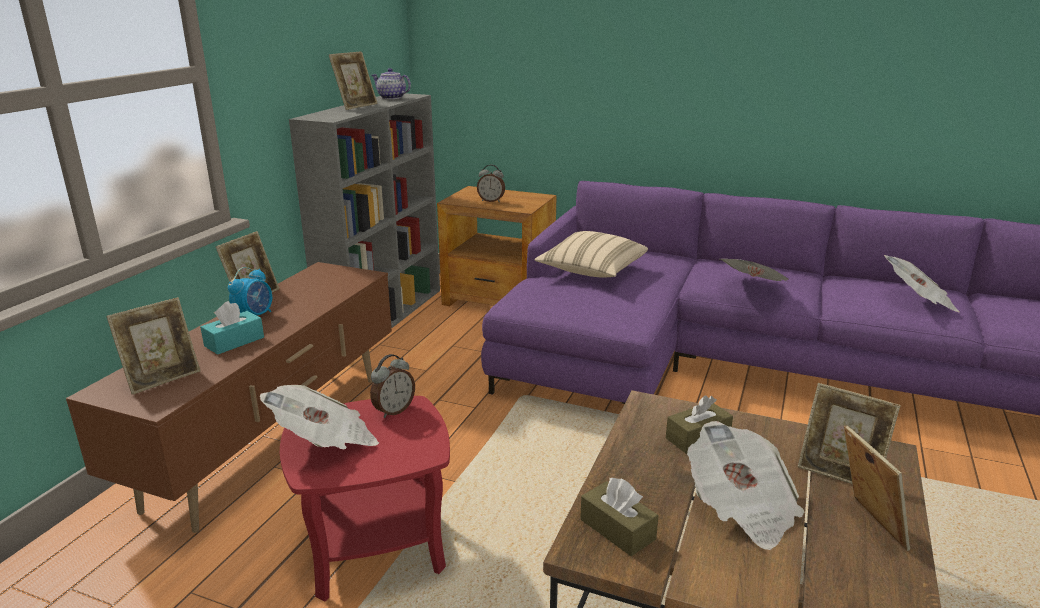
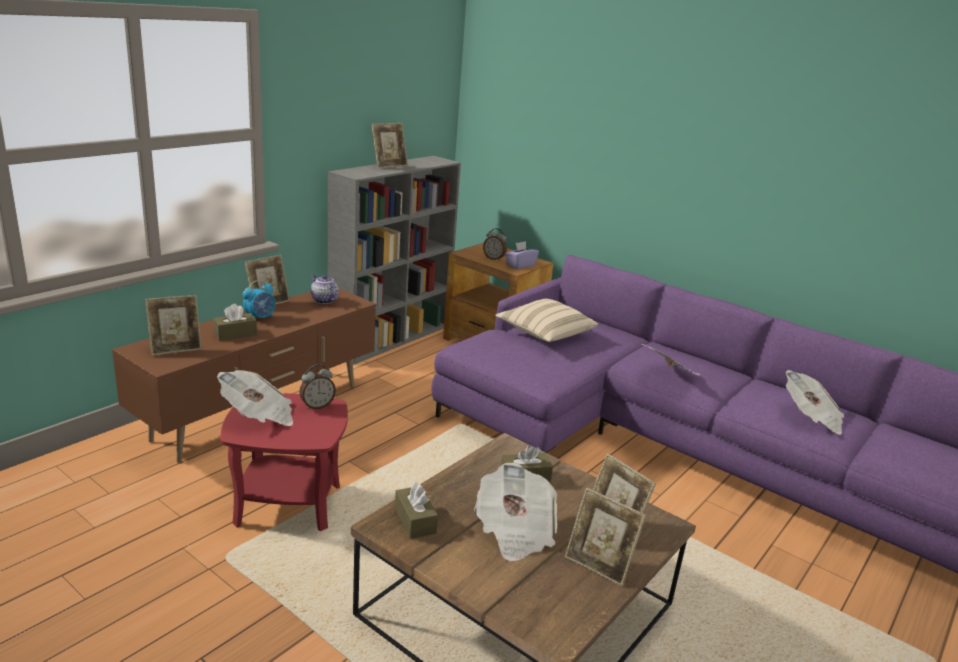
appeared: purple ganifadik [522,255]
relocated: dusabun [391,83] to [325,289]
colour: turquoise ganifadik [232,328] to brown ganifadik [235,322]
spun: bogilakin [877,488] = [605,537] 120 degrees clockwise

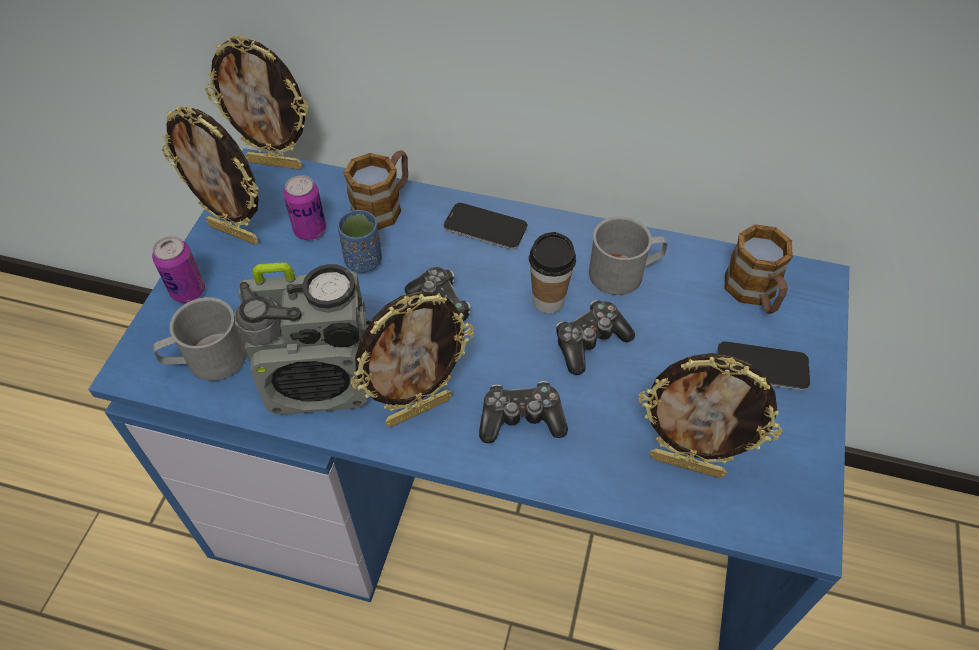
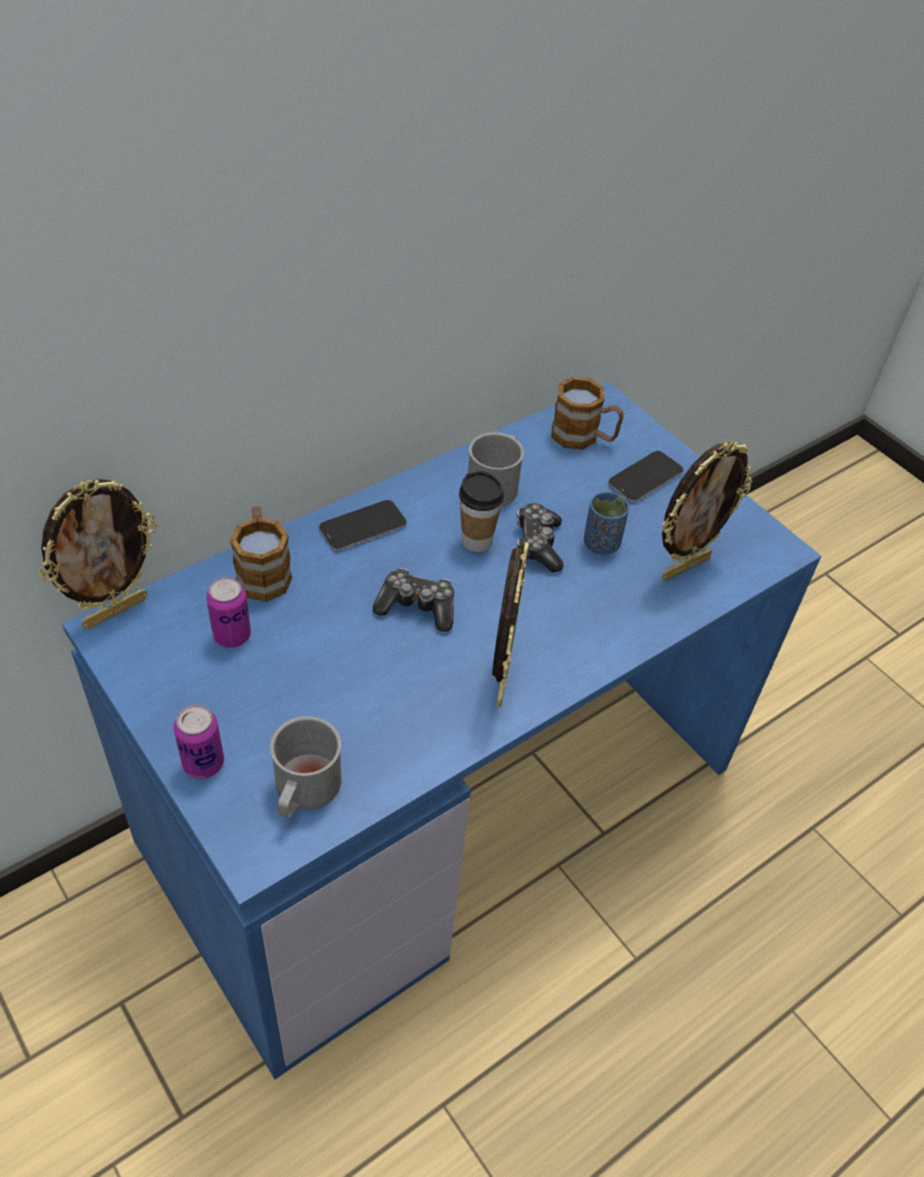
missing: bogilakin [210,175]; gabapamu [302,338]; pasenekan [523,412]
relocated: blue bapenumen [359,241] to [606,523]

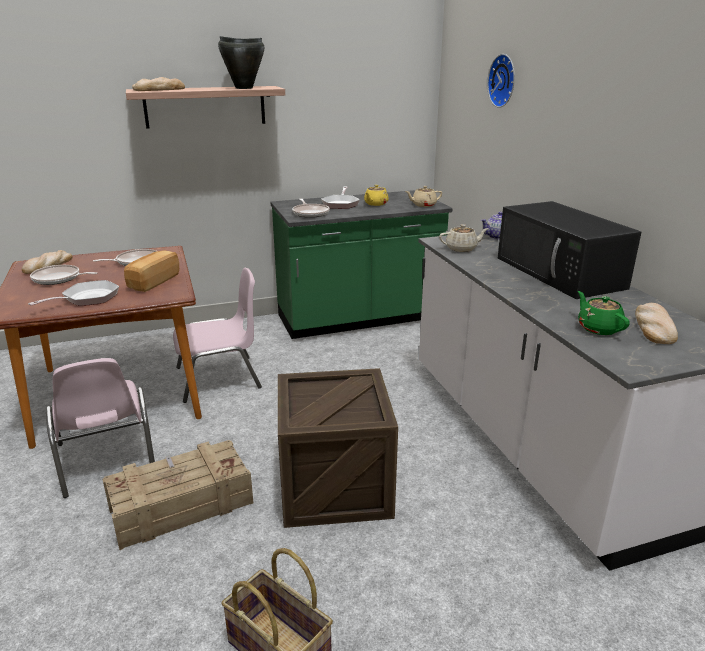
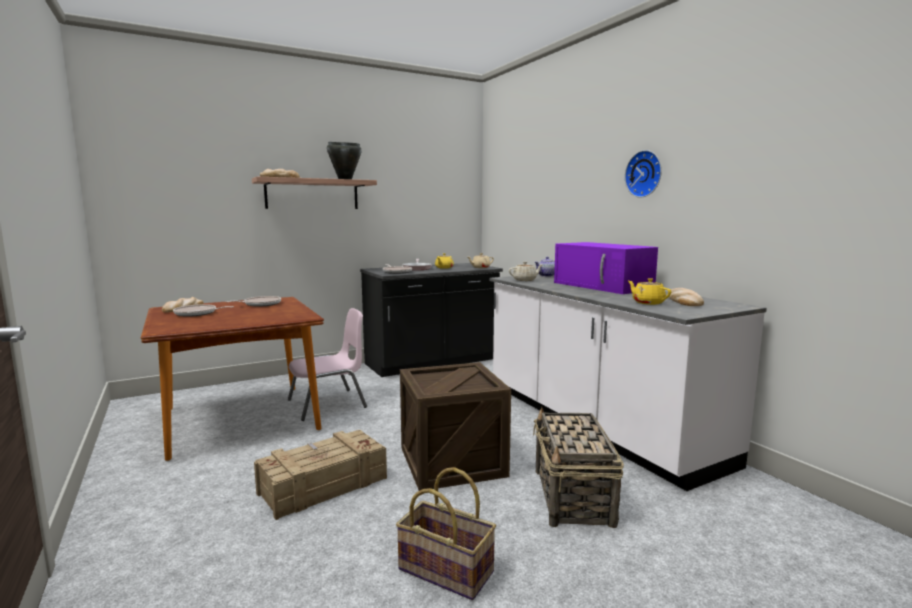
missing: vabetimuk [73,293]; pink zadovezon [100,428]; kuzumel [151,271]
appeared: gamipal [578,467]
relocated: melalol [501,81] to [643,174]
colour: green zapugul [361,264] to black zapugul [431,320]; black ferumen [569,250] to purple ferumen [606,268]; green dusabun [604,313] to yellow dusabun [649,291]

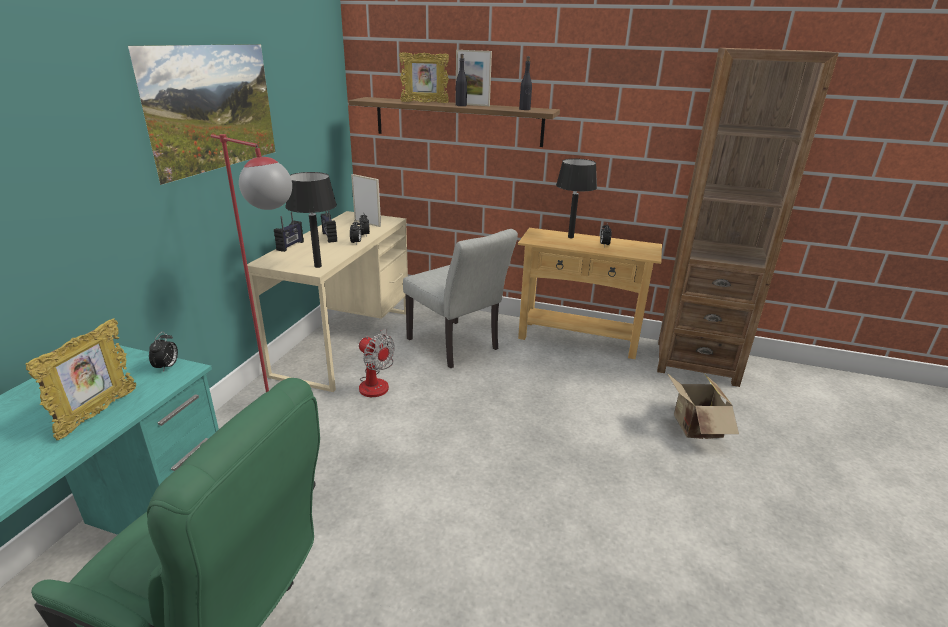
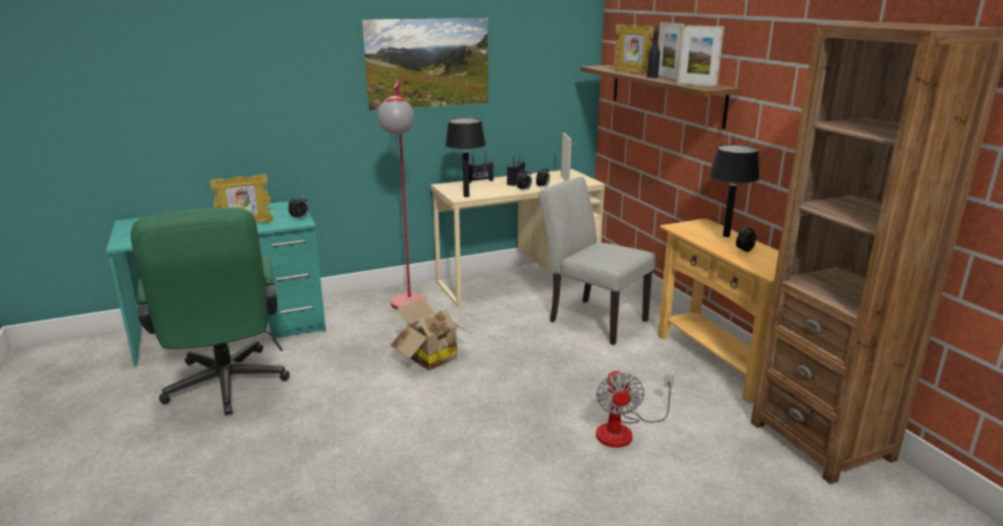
relocated: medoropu [377,363] to [635,409]; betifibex [703,406] to [429,334]
exchanged: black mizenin [525,83] to bogilakin [700,56]
spun: grey zadovezon [460,298] = [597,261] 120 degrees clockwise

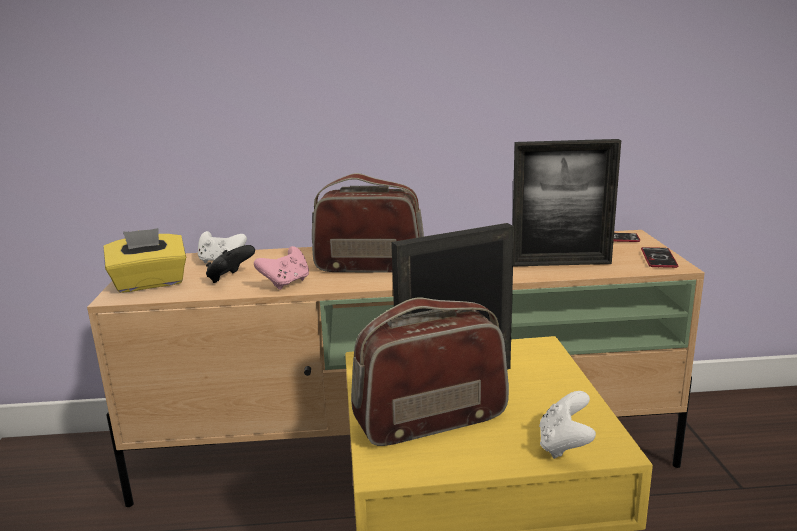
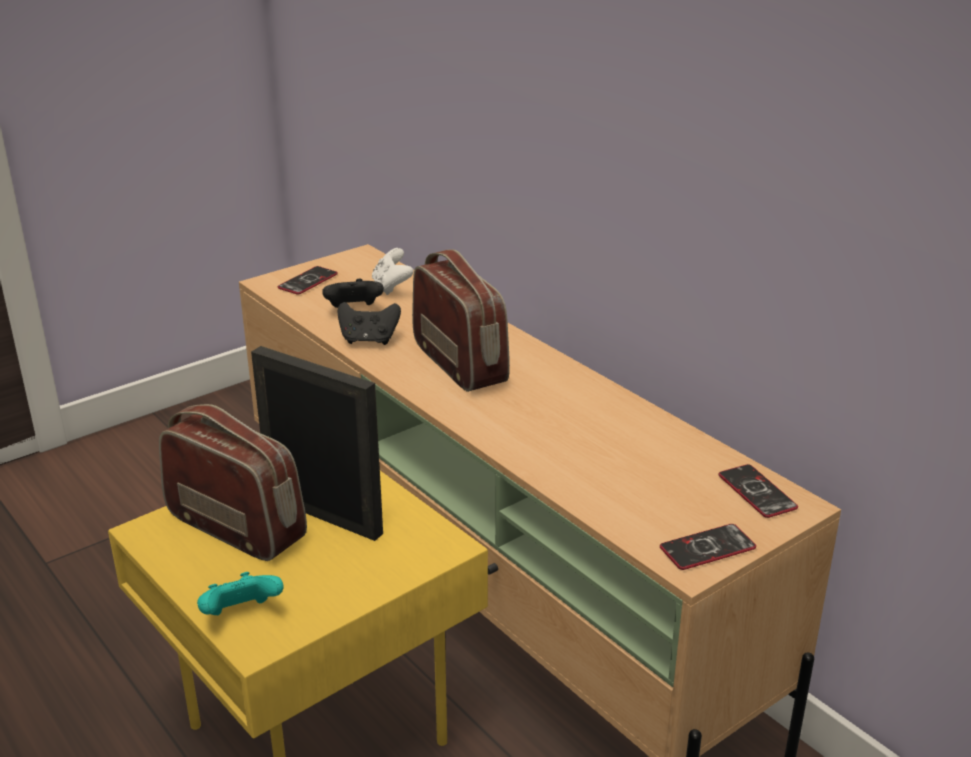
missing: bogilakin [566,202]
exchanged: yellow ganifadik [144,260] to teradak [308,280]
colour: pink pasenekan [281,268] to black pasenekan [369,323]; white pasenekan [567,425] to turquoise pasenekan [240,593]

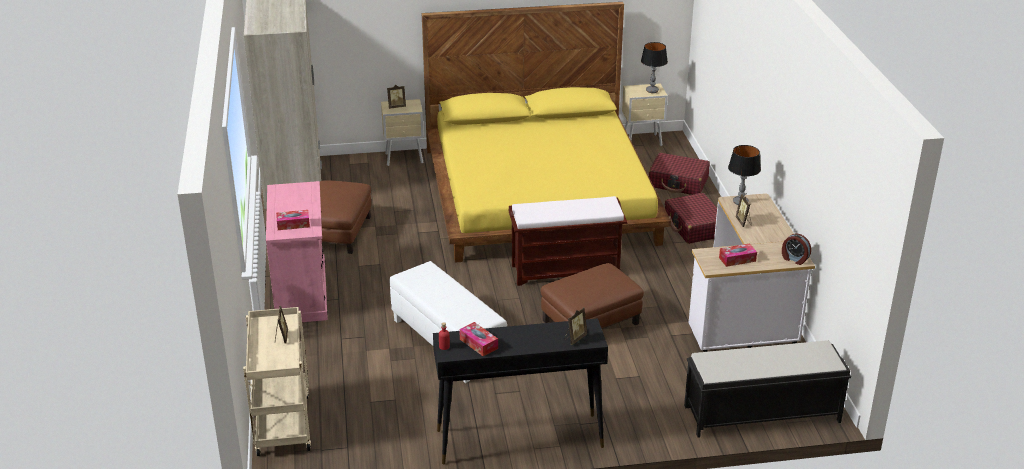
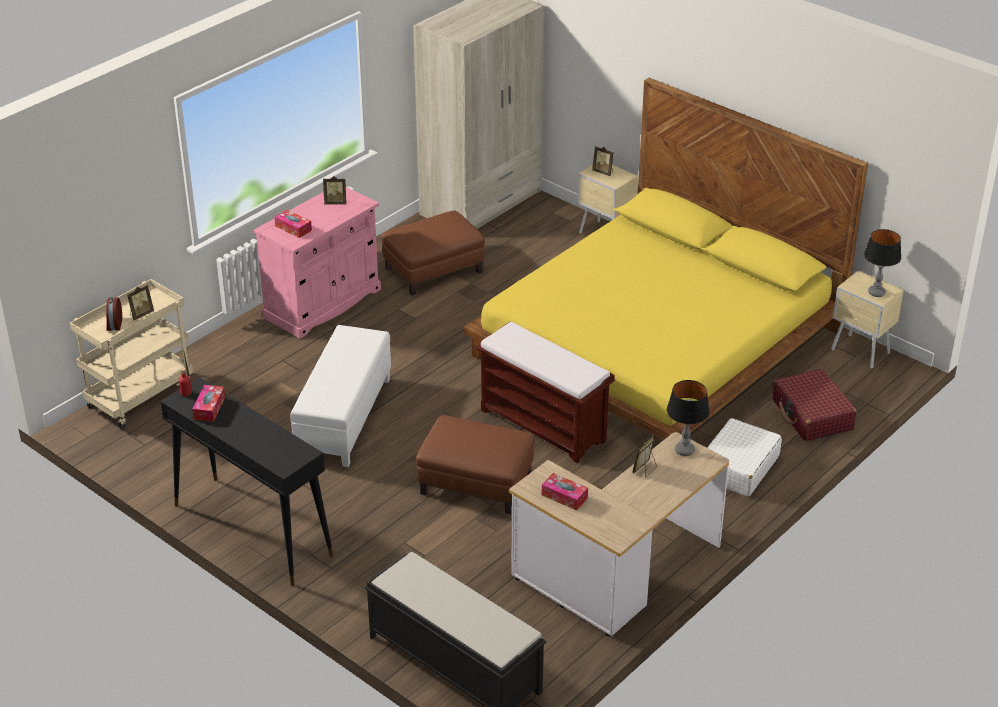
relocated: bogilakin [575,326] to [334,190]; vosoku [796,249] to [114,314]
colour: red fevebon [691,218] to white fevebon [744,457]

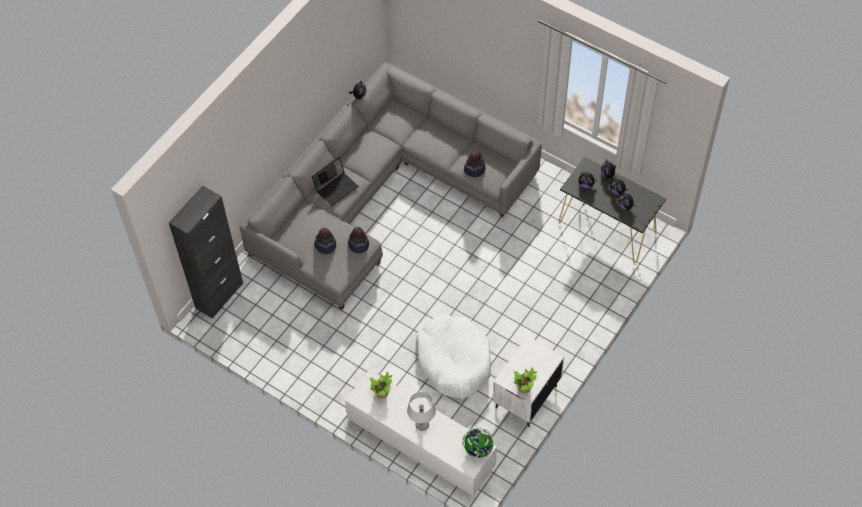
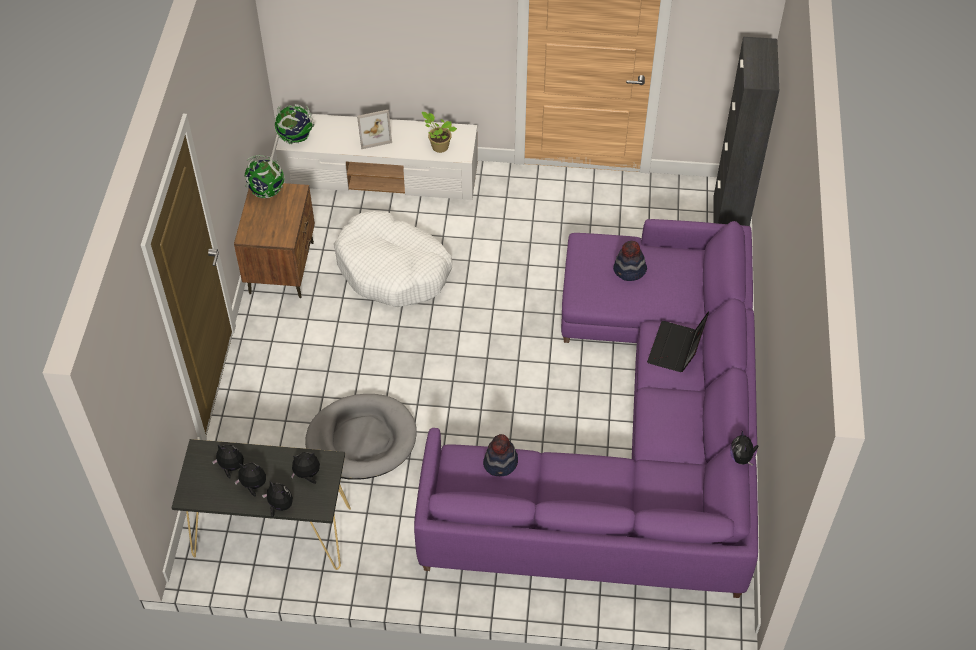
missing: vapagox [358,240]
appeared: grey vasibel [361,437]
exchanged: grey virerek [421,411] to bogilakin [374,129]; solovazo [525,381] to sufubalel [265,176]
colour: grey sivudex [390,186] to purple sivudex [586,408]; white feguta [528,381] to brown feguta [274,240]

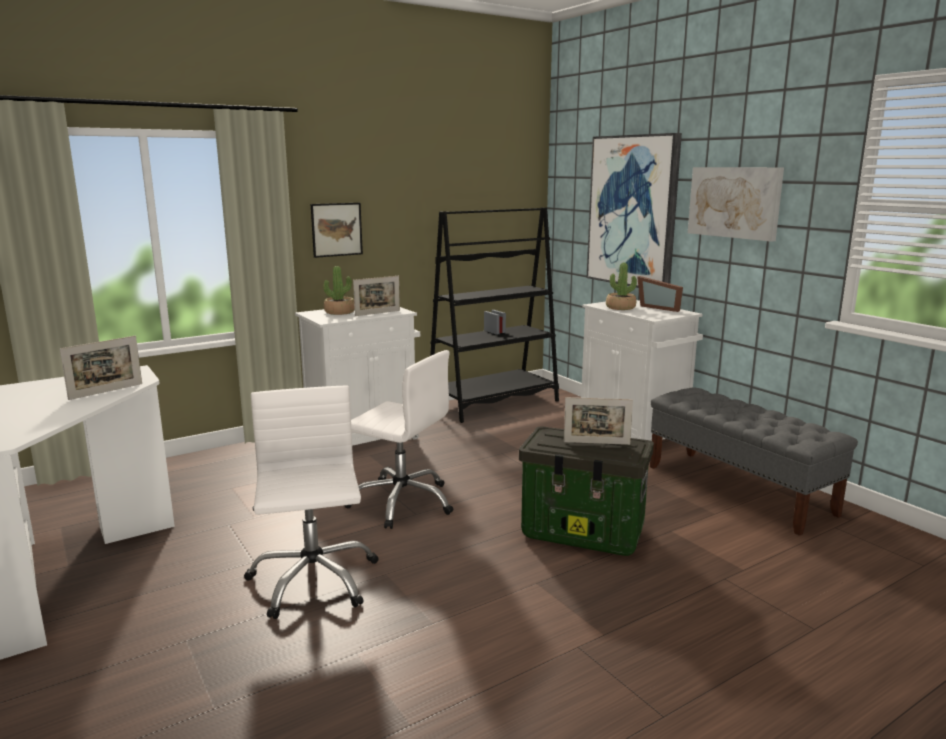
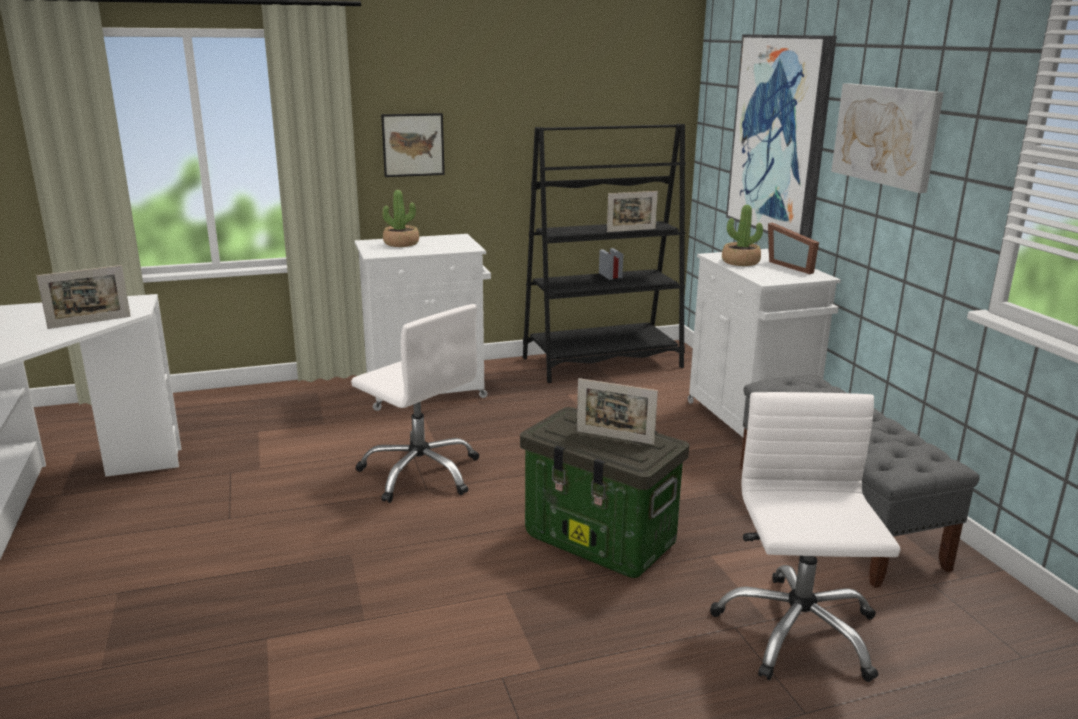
relocated: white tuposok [311,502] to [805,537]; bogilakin [376,296] to [632,211]

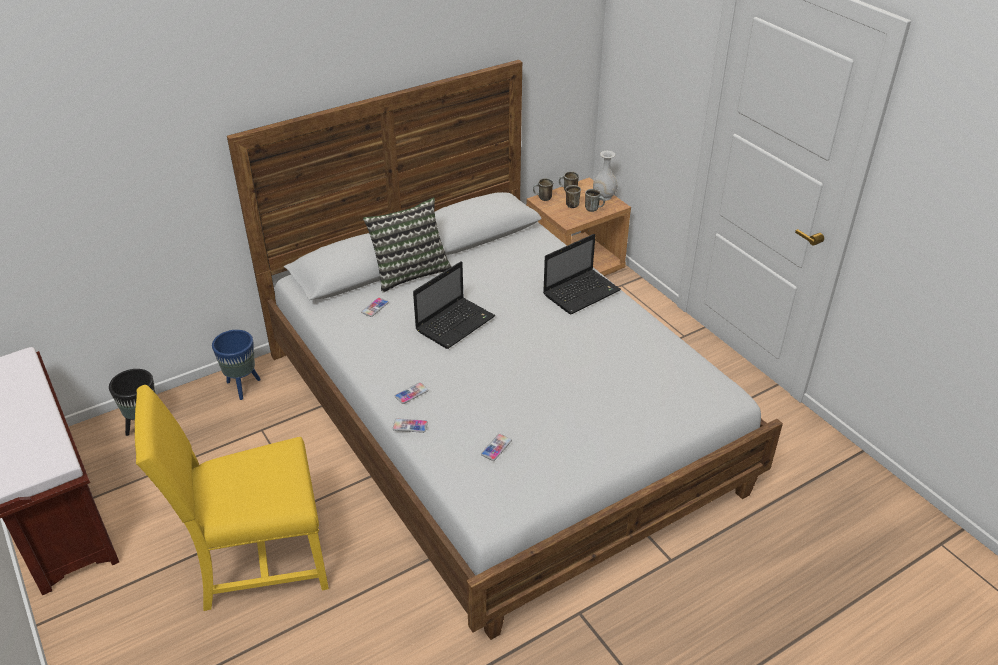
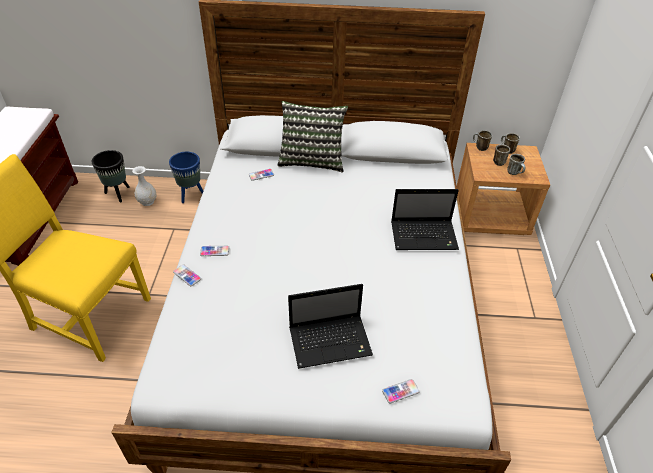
relocated: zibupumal [454,305] to [330,326]; teradak [496,447] to [401,391]; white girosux [605,176] to [144,186]

